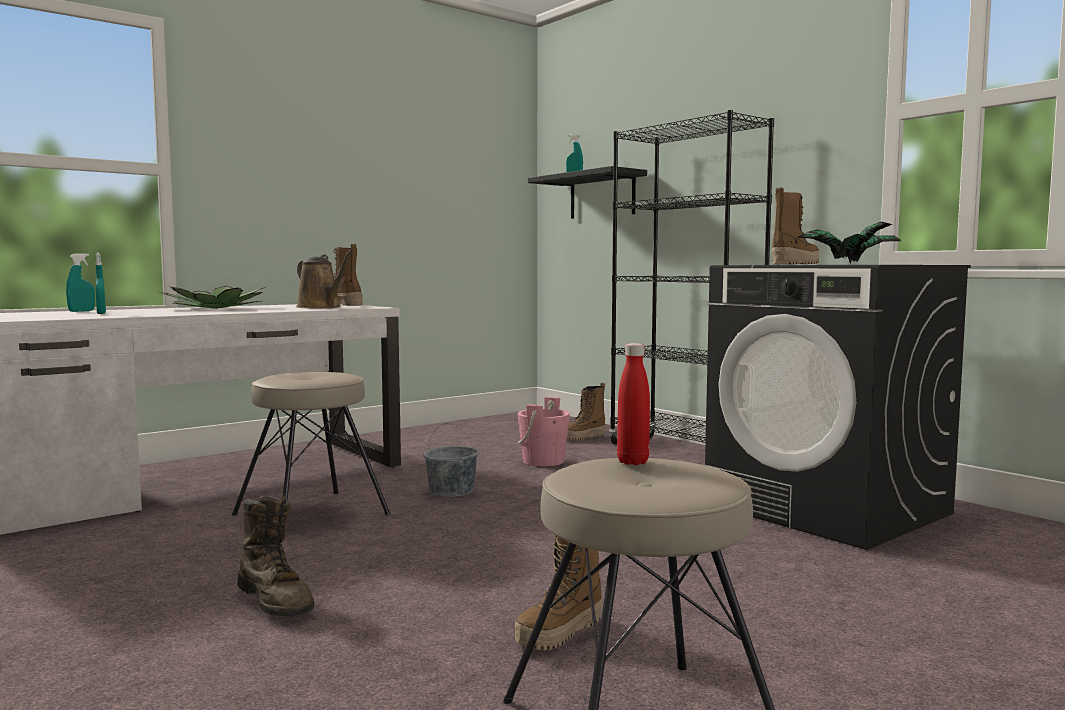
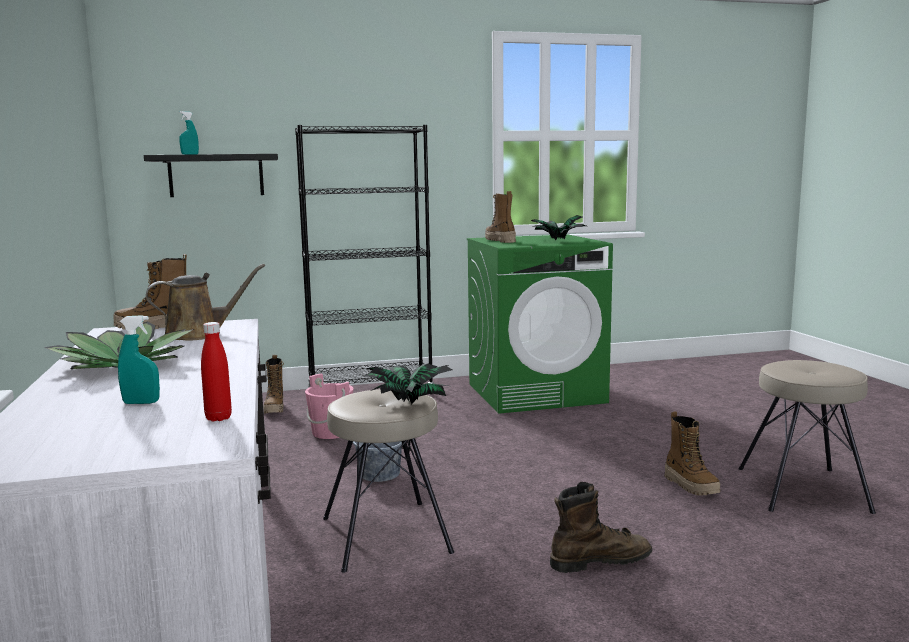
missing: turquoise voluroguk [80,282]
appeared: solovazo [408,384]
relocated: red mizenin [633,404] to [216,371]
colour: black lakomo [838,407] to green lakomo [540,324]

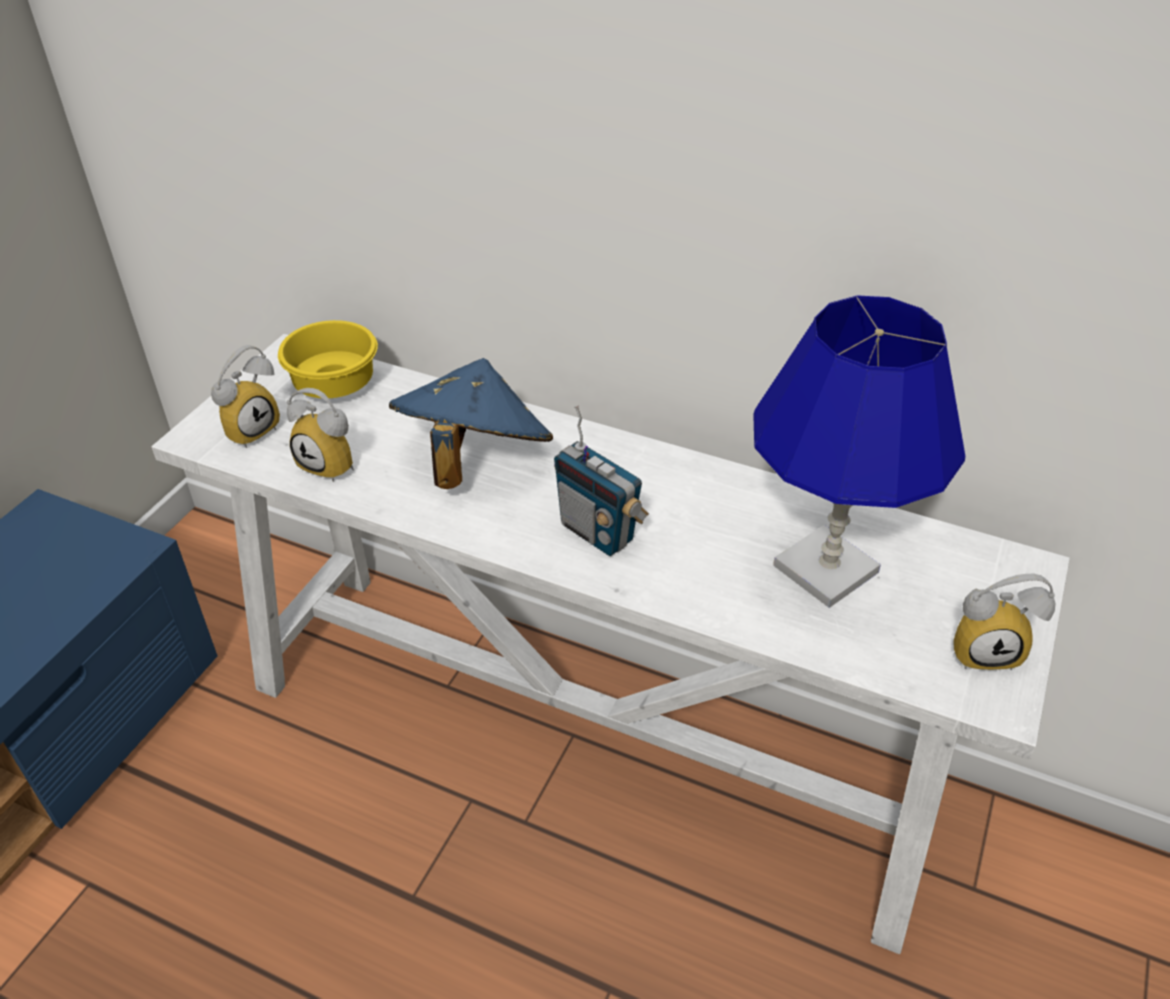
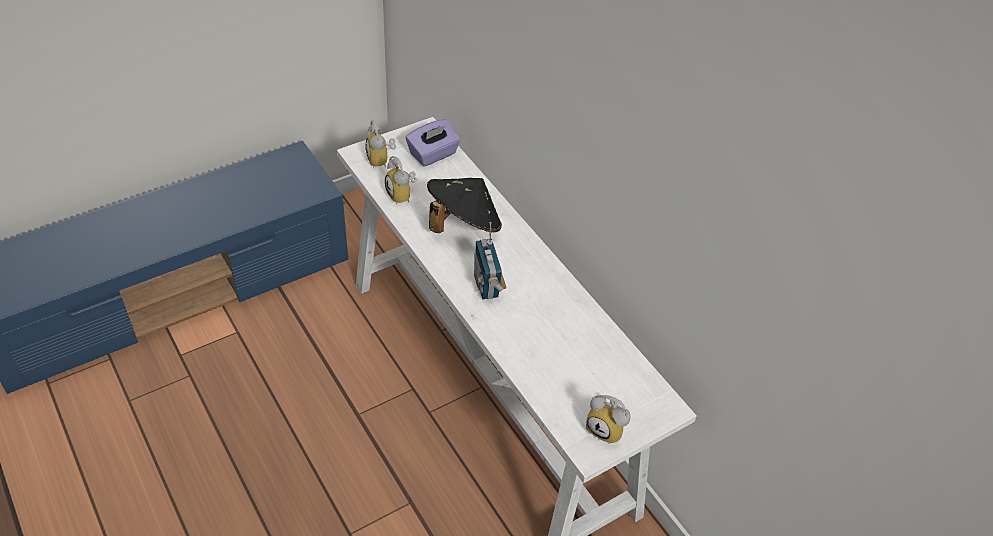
missing: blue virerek [859,451]
exchanged: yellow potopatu [328,359] to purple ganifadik [433,143]
colour: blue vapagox [471,423] to black vapagox [464,205]
spun: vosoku [245,396] = [380,144] 90 degrees clockwise

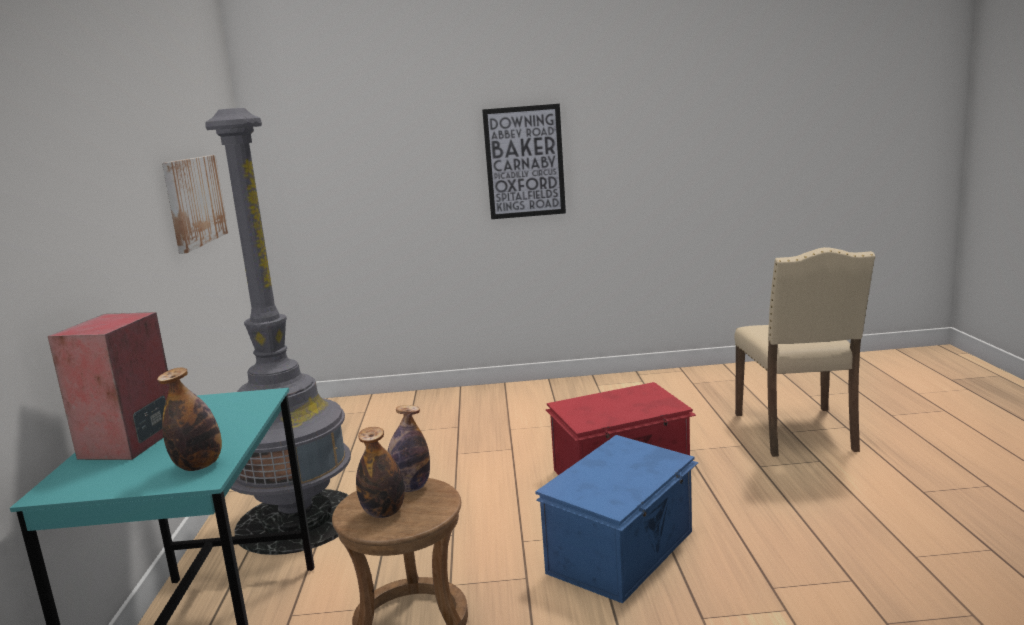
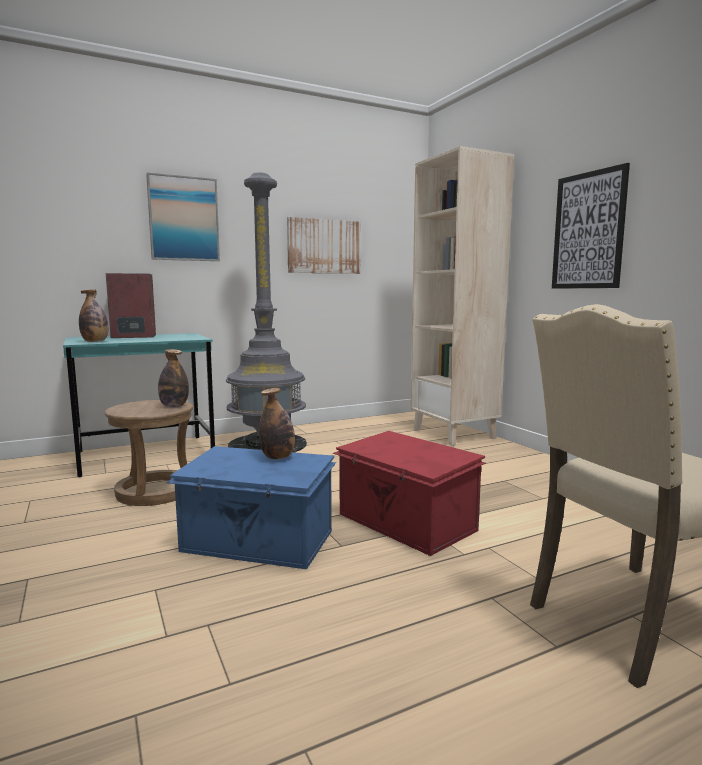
appeared: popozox [183,217]; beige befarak [462,296]
relocated: mizenin [380,472] to [277,423]

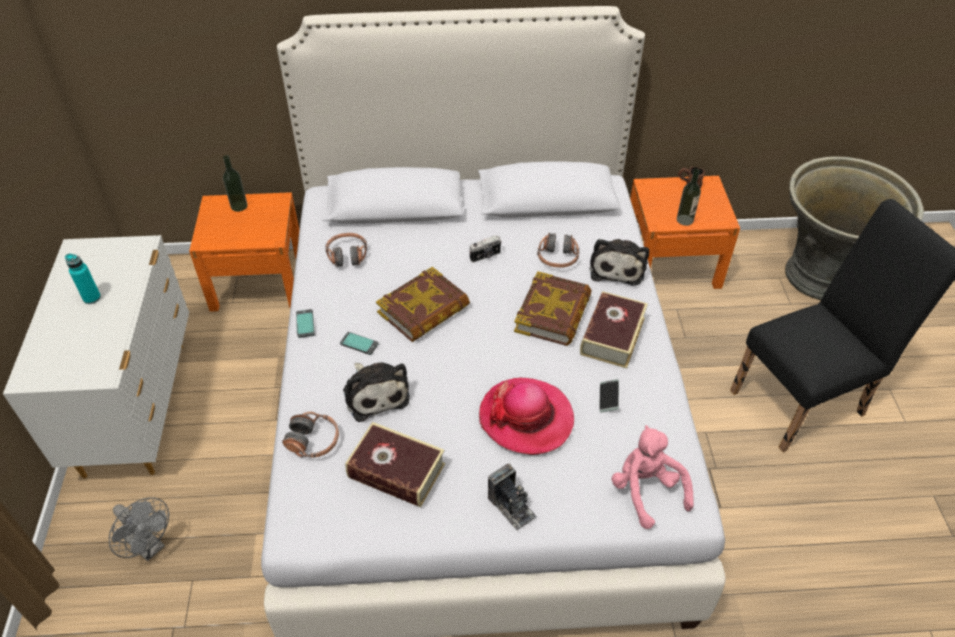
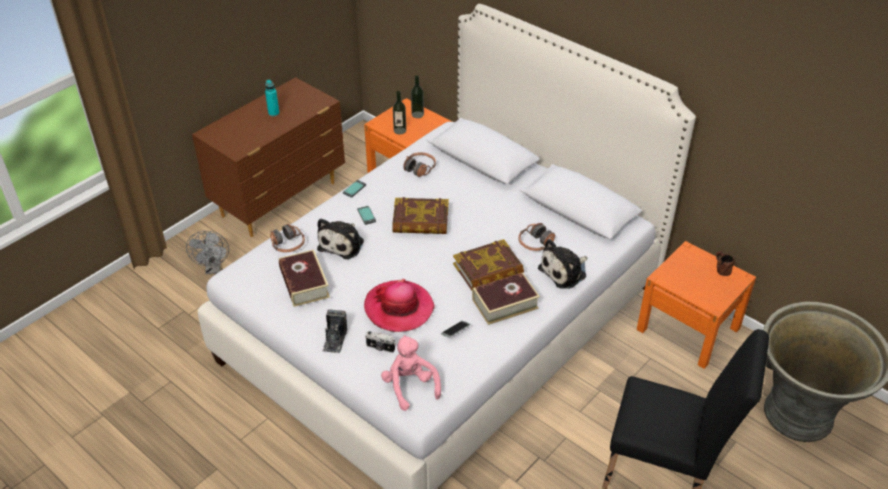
relocated: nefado [485,249] to [380,342]; mizenin [689,197] to [399,113]
colour: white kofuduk [96,357] to brown kofuduk [268,157]
spun: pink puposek [652,477] = [411,373] 45 degrees counterclockwise

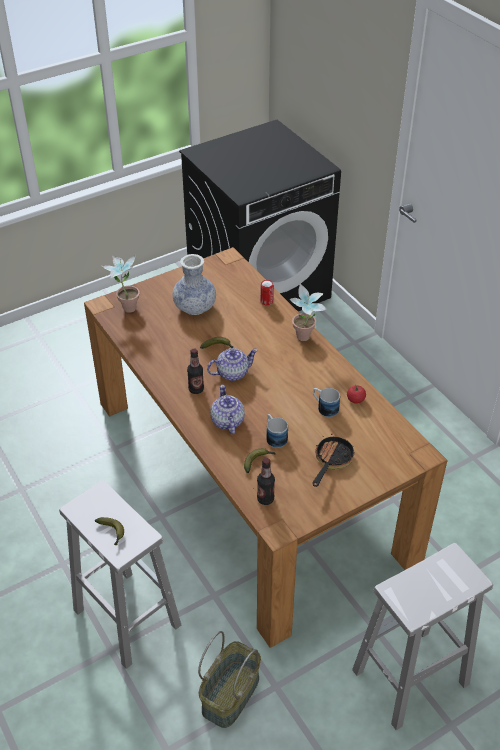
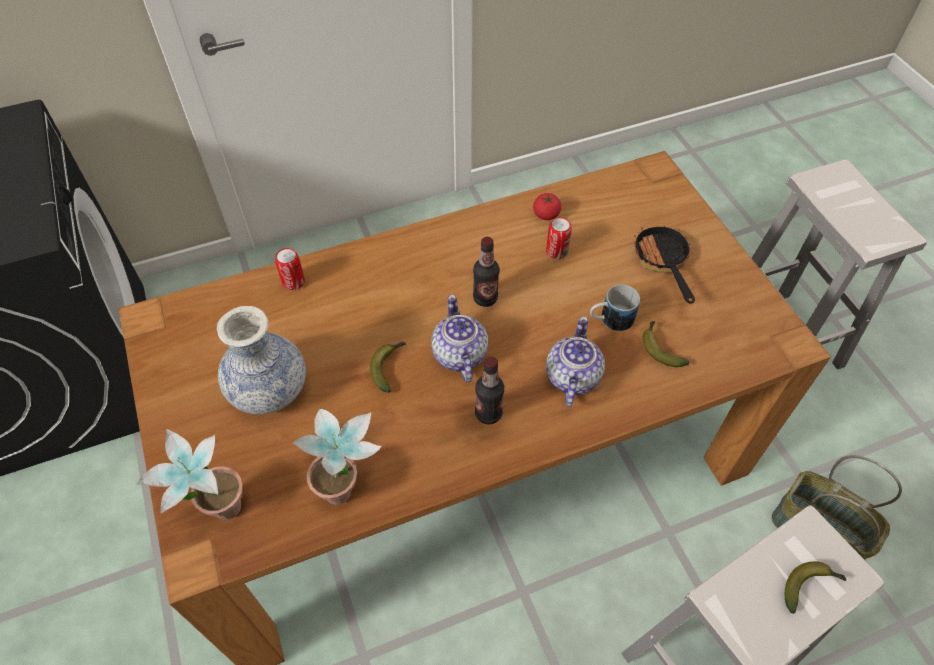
relocated: mizenin [266,481] to [486,272]; solovazo [307,312] to [337,457]
exchanged: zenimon [326,402] to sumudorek [559,238]
spun: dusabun [227,409] = [575,361] 105 degrees clockwise; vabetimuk [334,460] = [664,265] 45 degrees clockwise

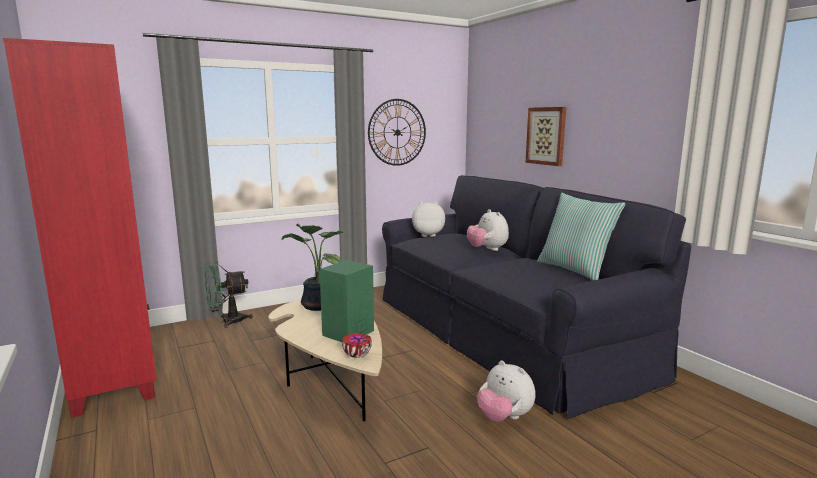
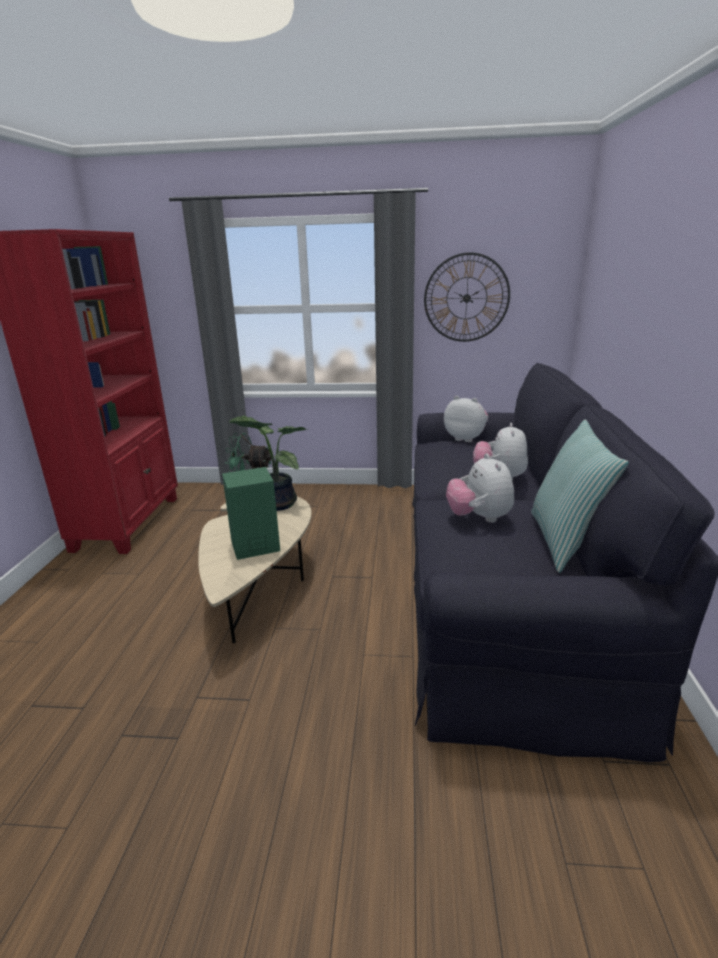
missing: potopatu [357,345]; popozox [545,136]
relocated: puposek [506,391] to [480,488]

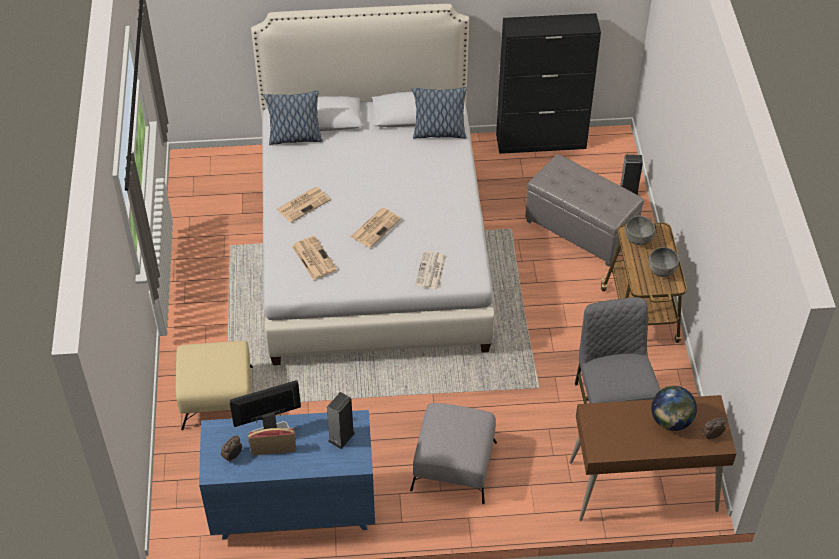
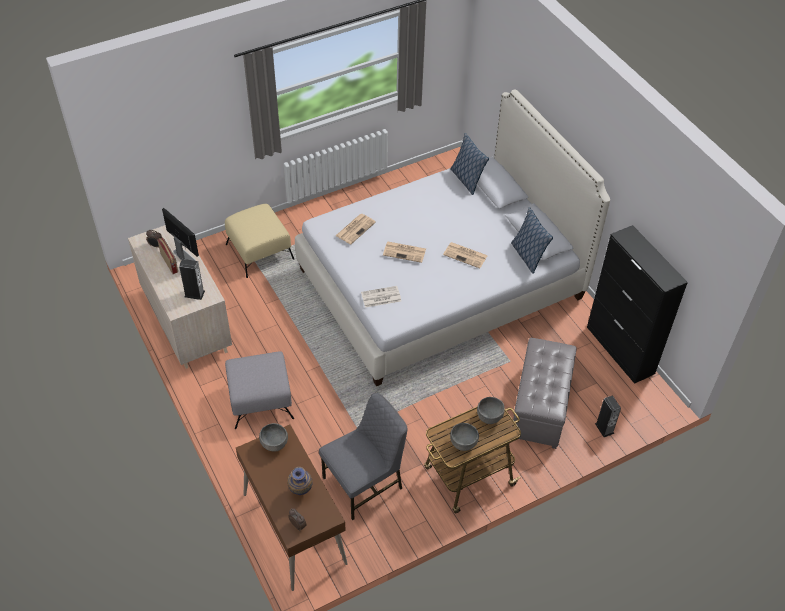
appeared: grey potopatu [273,437]
relocated: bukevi [303,205] to [465,255]
exchanged: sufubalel [674,408] to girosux [300,481]
colour: blue kofuduk [287,475] to beige kofuduk [180,297]

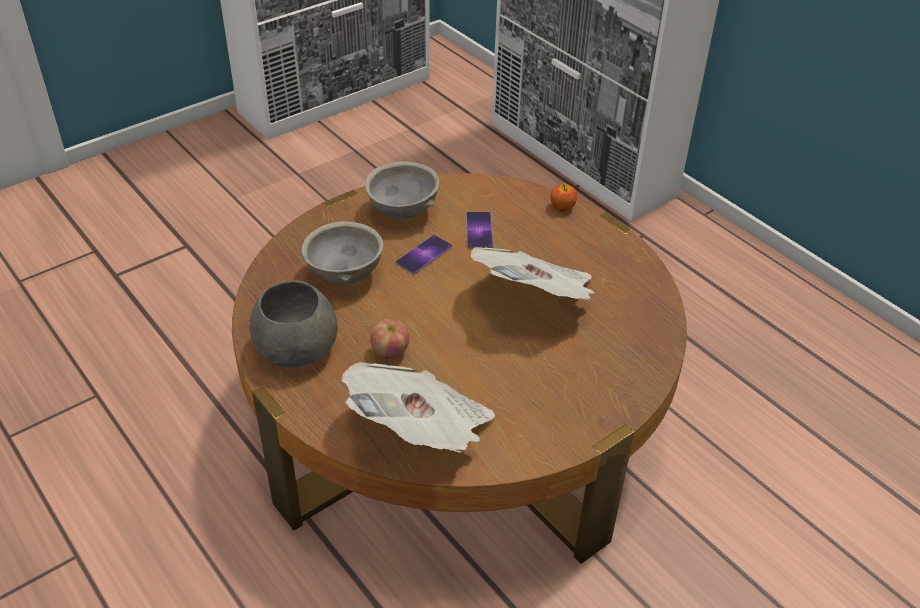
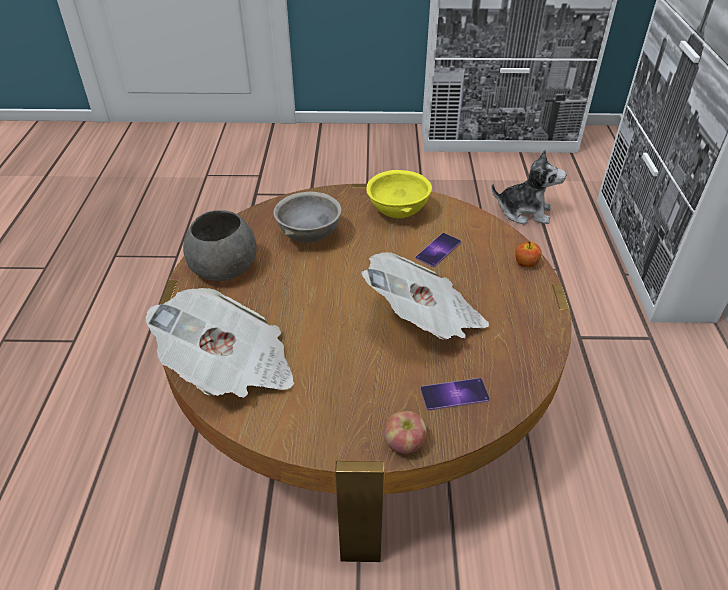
appeared: puposek [528,187]
relocated: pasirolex [390,338] to [405,432]; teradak [423,254] to [455,394]
colour: grey potopatu [402,190] to yellow potopatu [399,194]

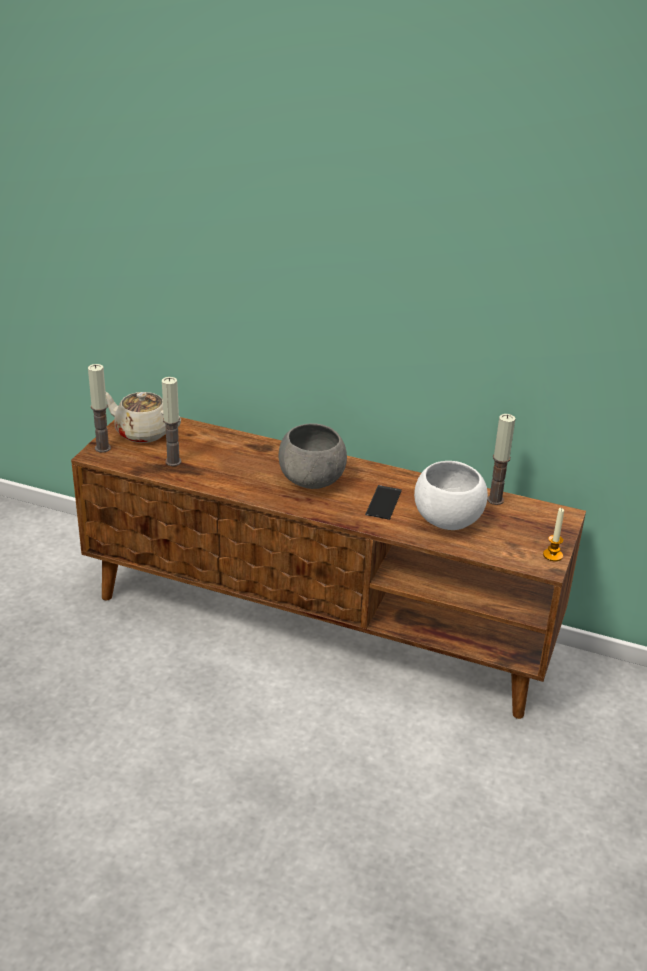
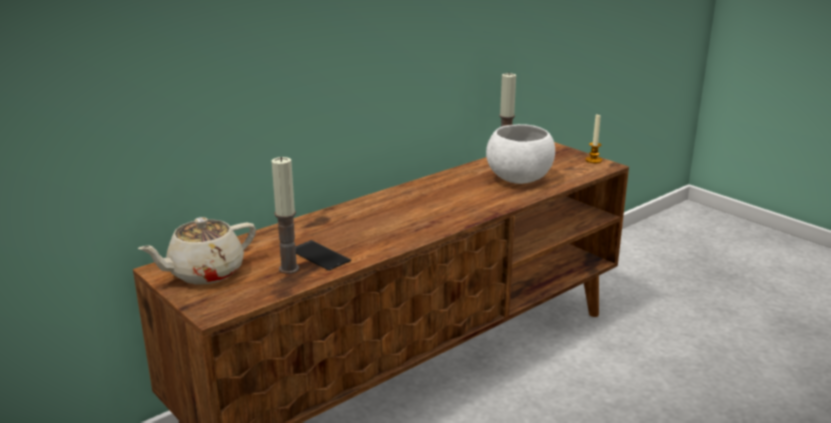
missing: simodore [99,408]; grey potopatu [313,456]
relocated: teradak [383,502] to [323,255]

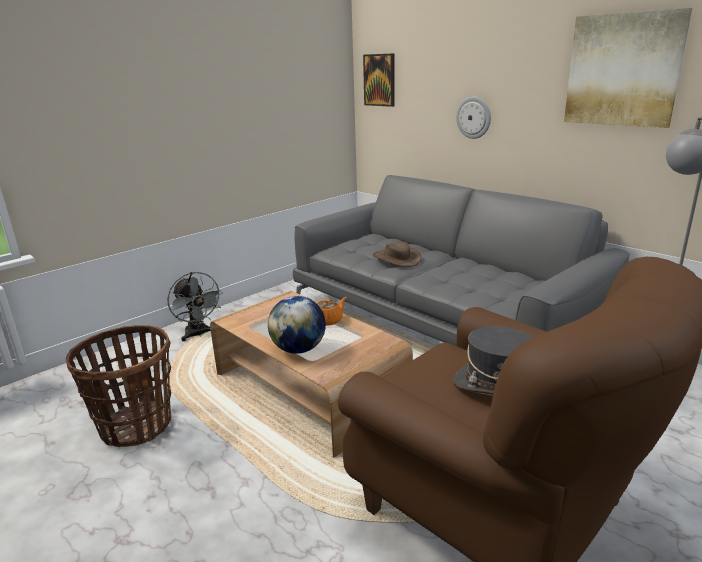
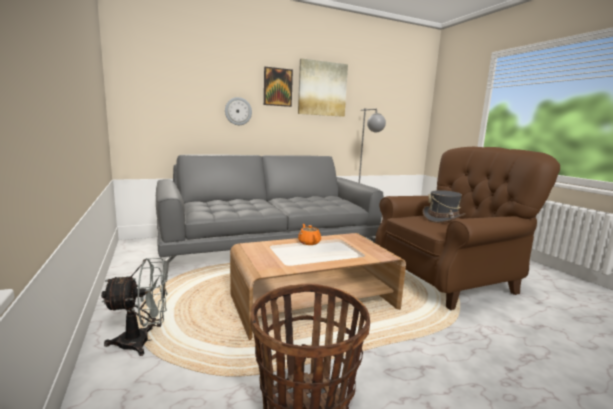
missing: sufubalel [297,325]; brown vapagox [397,254]
relocated: popozox [378,80] to [278,87]

